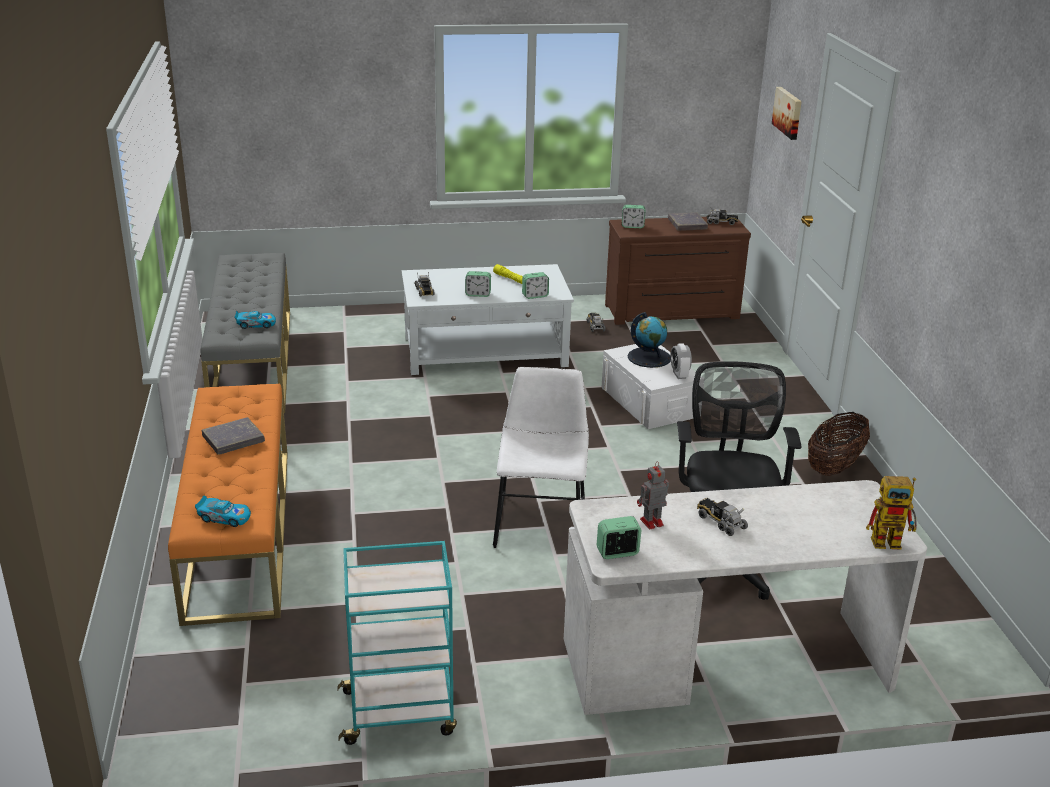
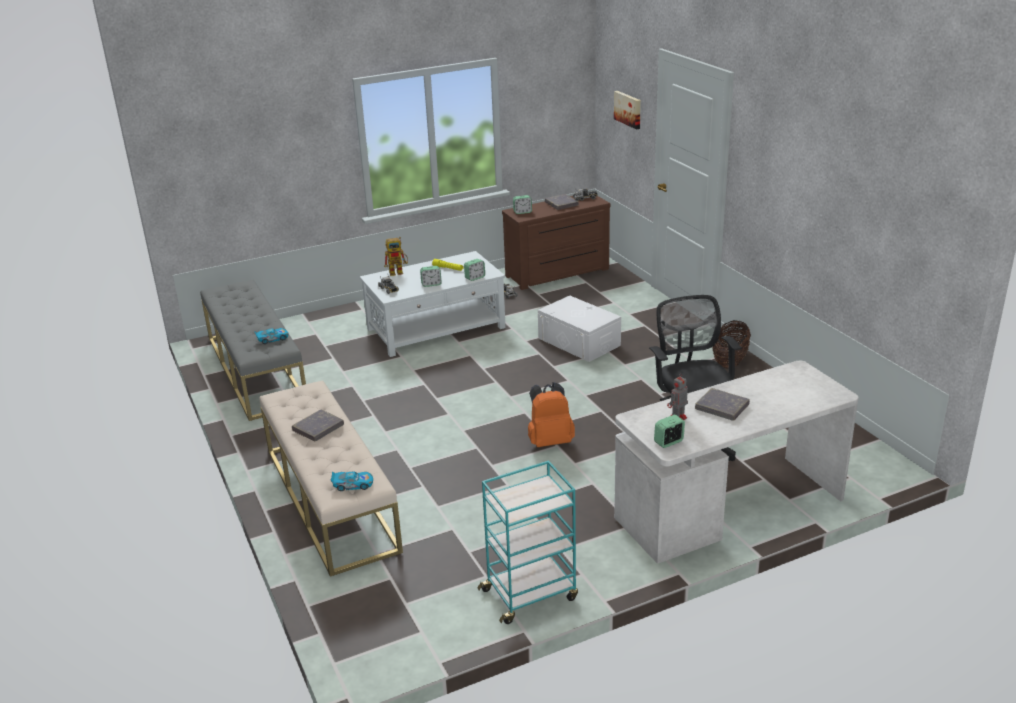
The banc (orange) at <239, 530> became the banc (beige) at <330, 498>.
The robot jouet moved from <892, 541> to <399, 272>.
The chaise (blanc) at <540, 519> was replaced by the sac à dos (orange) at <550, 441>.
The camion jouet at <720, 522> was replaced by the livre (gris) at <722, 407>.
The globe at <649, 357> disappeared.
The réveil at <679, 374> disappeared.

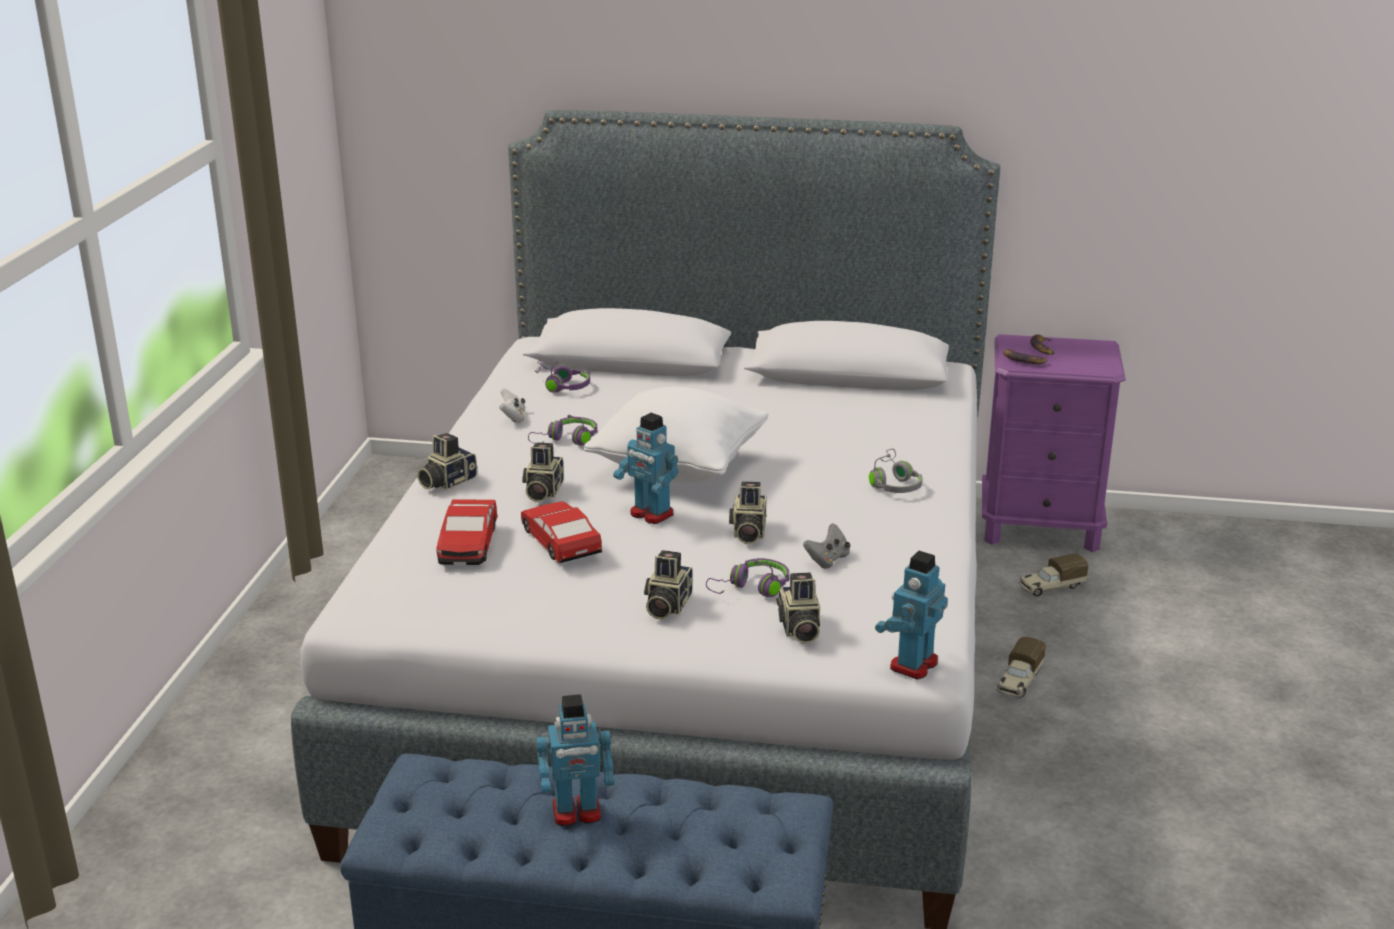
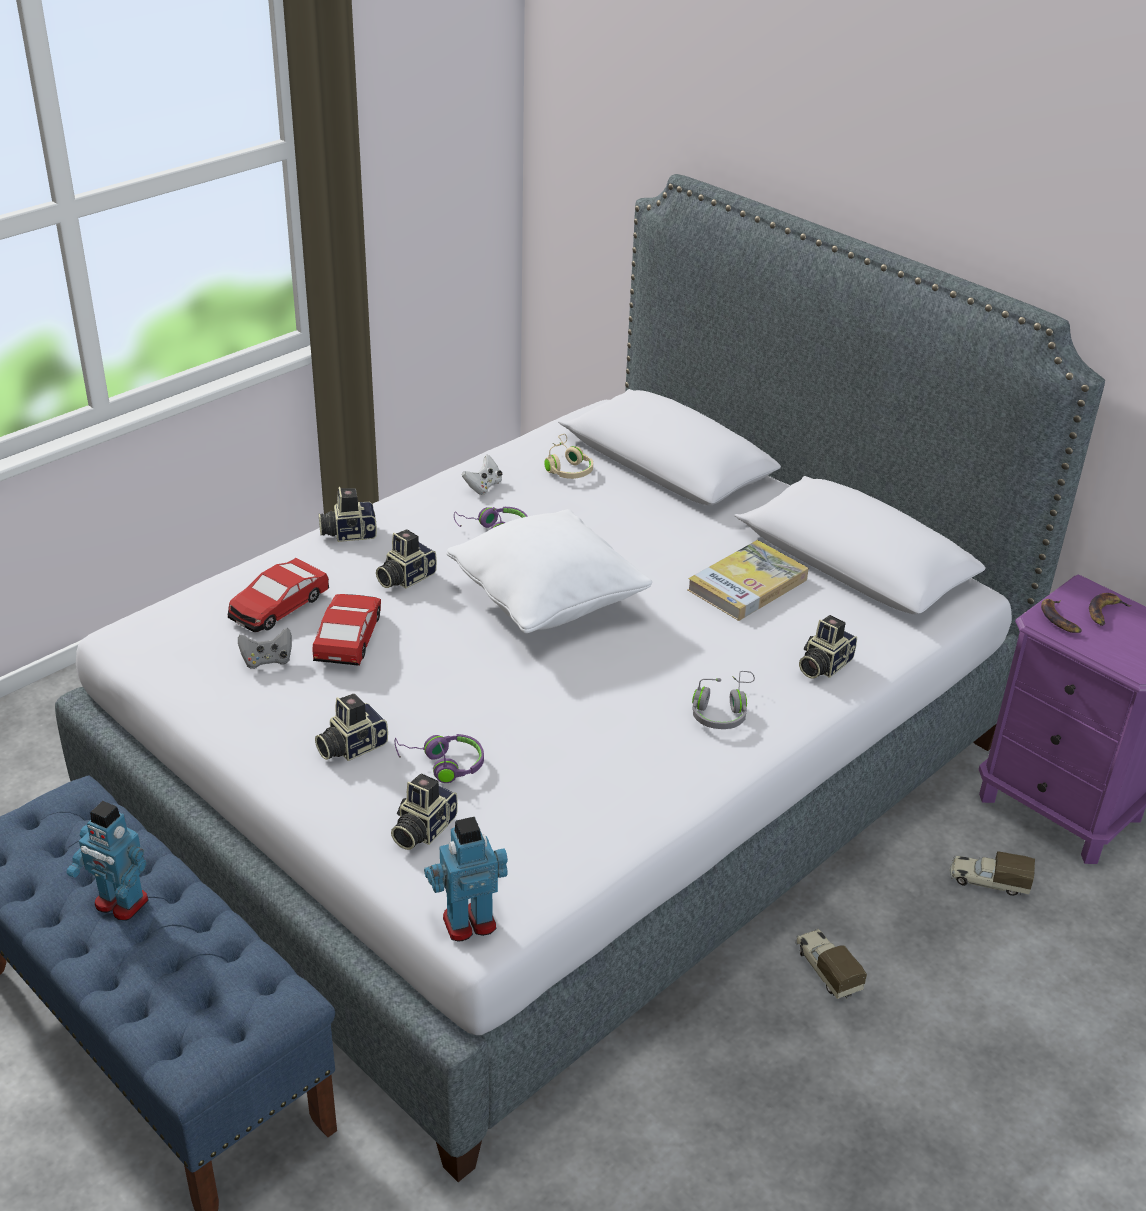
The manette (gris) moved from <827, 560> to <267, 660>.
The casque audio (violet) at <561, 385> became the casque audio (beige) at <566, 467>.
The livre at <747, 585> appeared.
The camion jouet at <1018, 682> turned 90 degrees clockwise.
The appareil photo moved from <747, 532> to <823, 665>.
The robot jouet at <651, 514> disappeared.

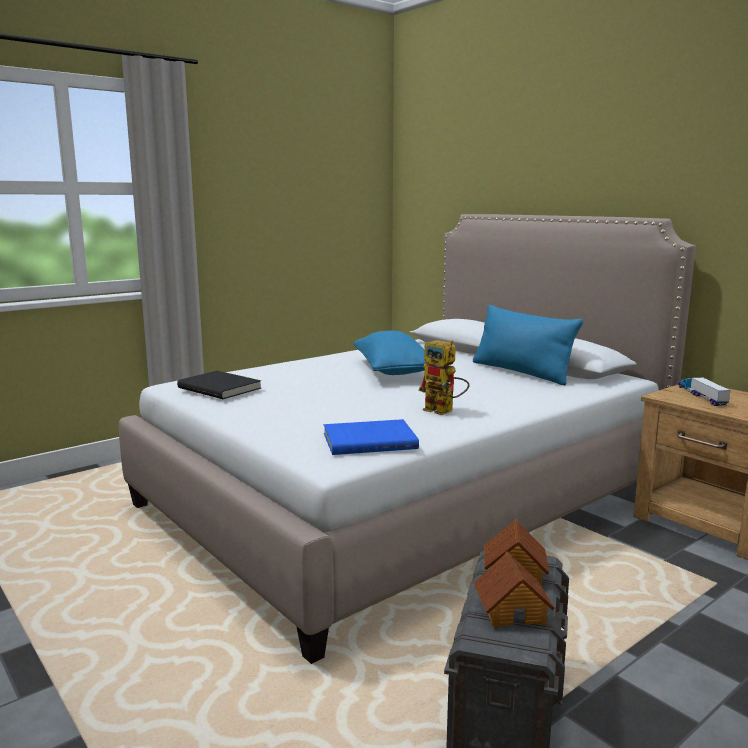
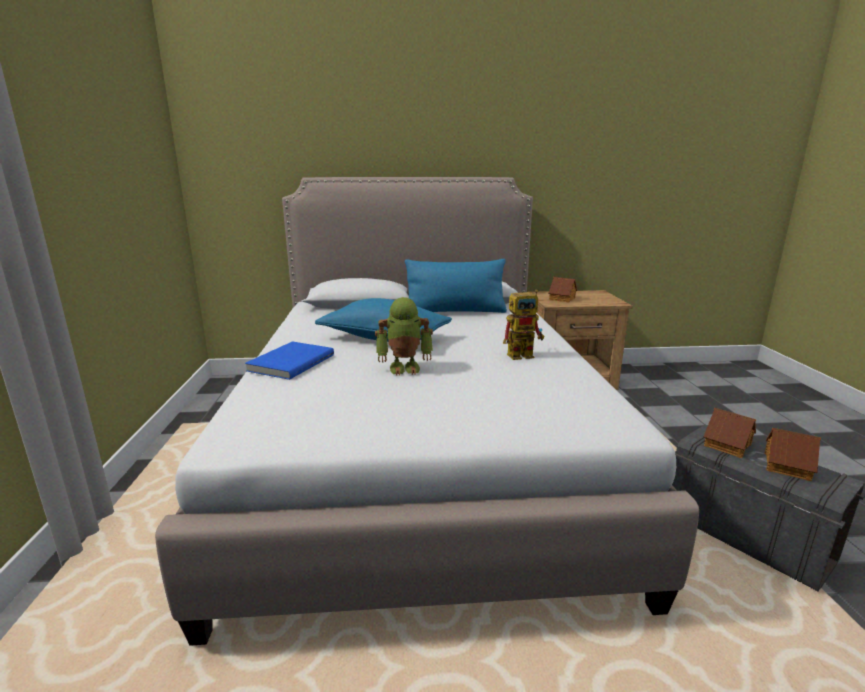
The livre (bleu) moved from <369, 440> to <290, 363>.
The robot jouet at <405, 367> appeared.
The camion jouet at <701, 396> was replaced by the maison miniature at <562, 299>.
The livre (noir) at <220, 387> disappeared.

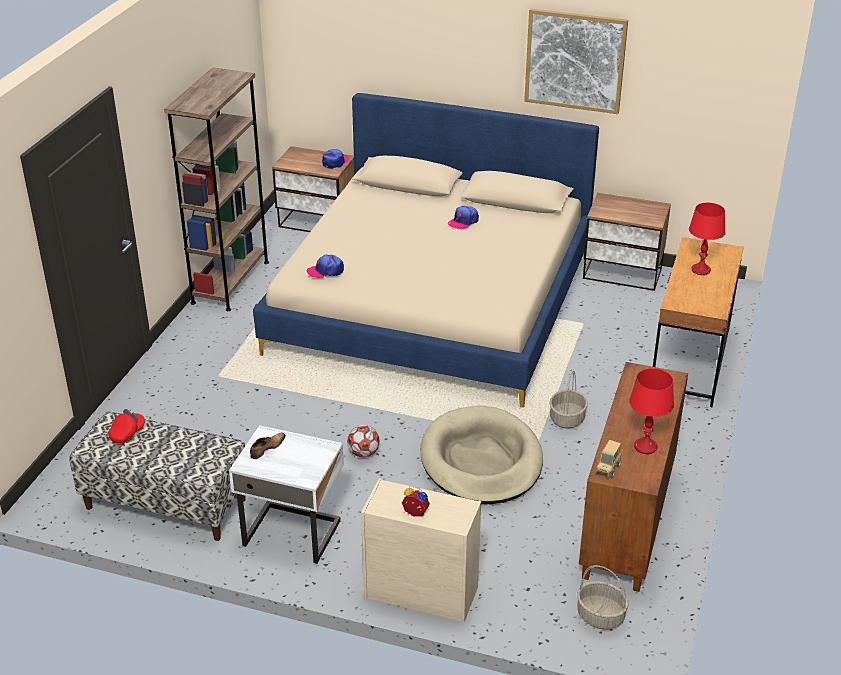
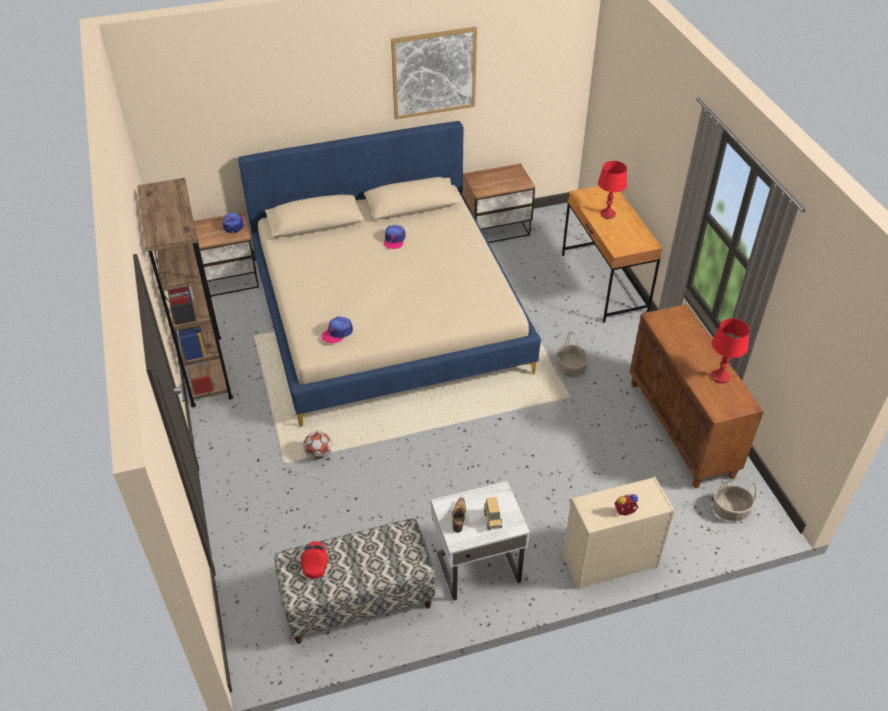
The ballon de foot moved from <363, 453> to <318, 454>.
The camion jouet moved from <608, 469> to <492, 520>.
The panier pour chien (beige) at <481, 460> disappeared.

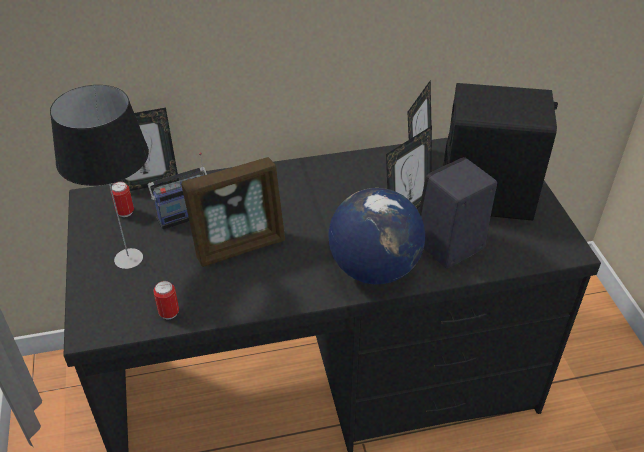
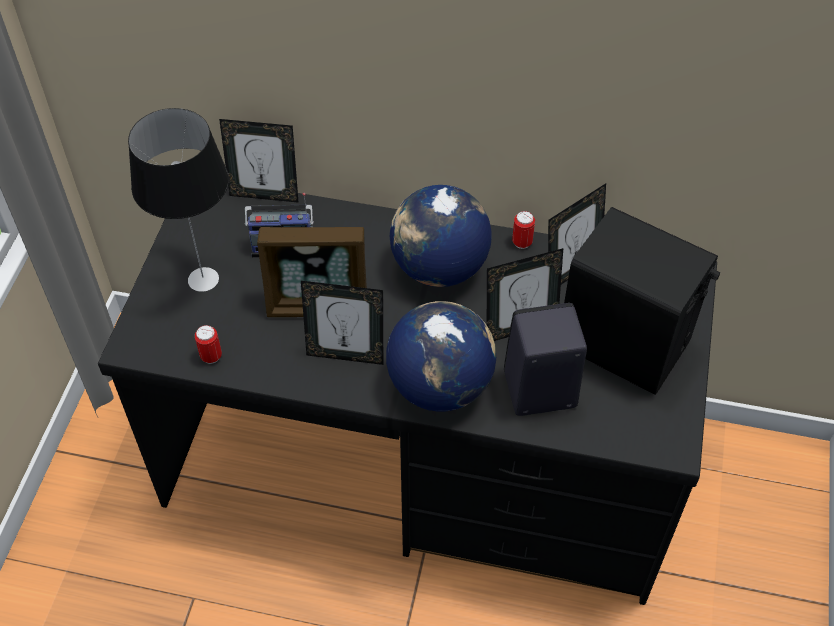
The cadre photo at <346, 354> appeared.
The globe at <439, 268> appeared.
The boîte métallique moved from <125, 212> to <522, 242>.

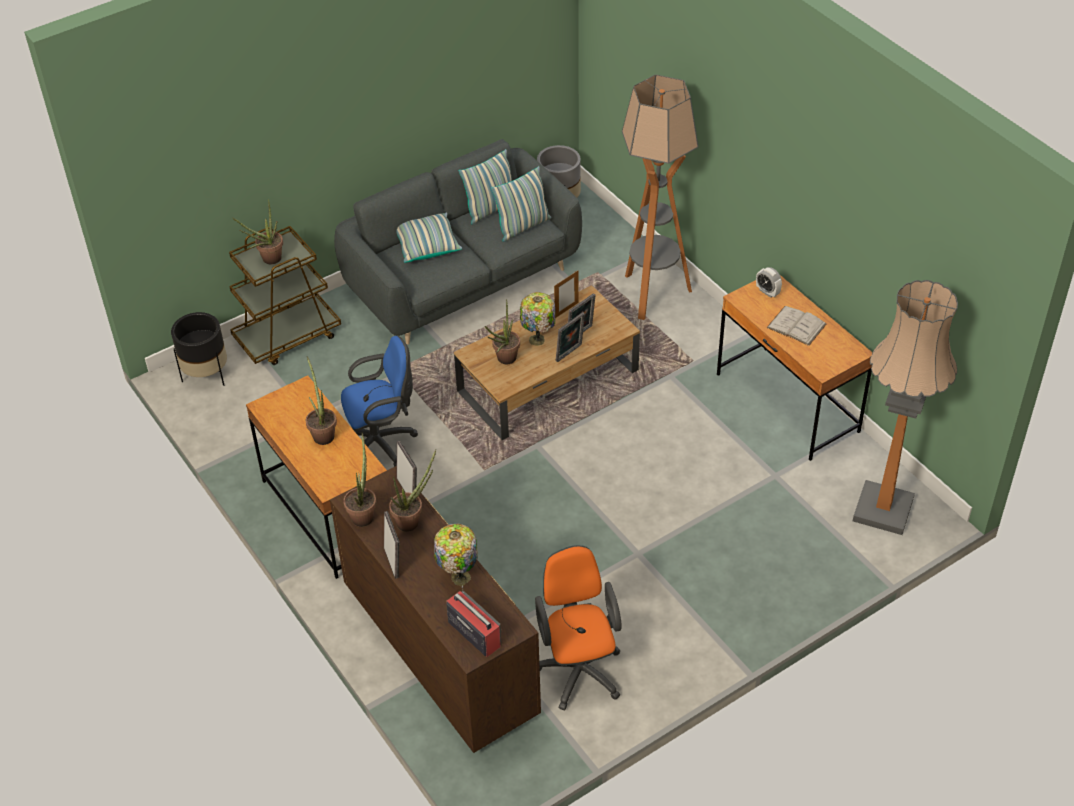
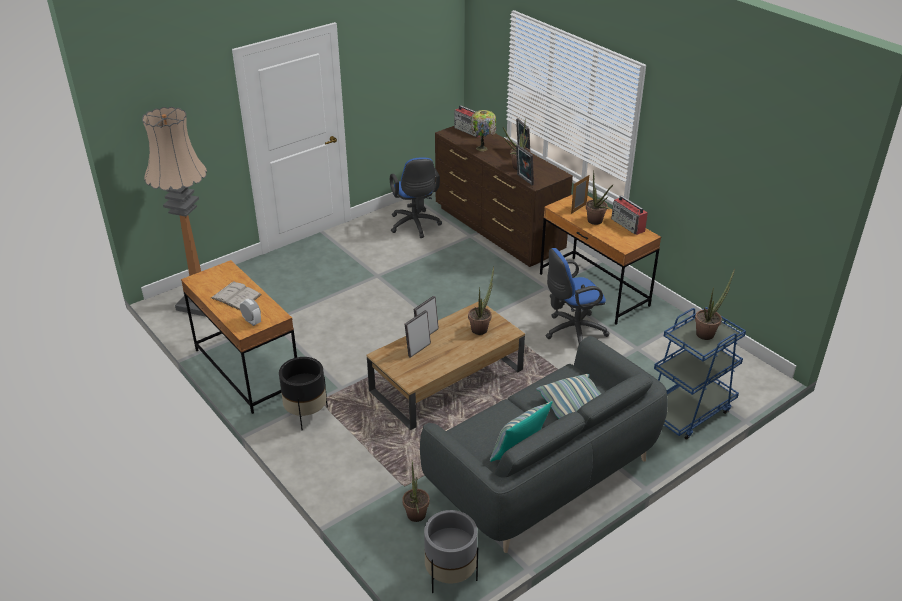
The cache-pot (noir) moved from <206, 375> to <306, 414>.
The chaise de bureau (orange) at <578, 668> became the chaise de bureau (bleu) at <415, 226>.
The plante en pot moved from <363, 513> to <415, 518>.
The cadre photo moved from <566, 310> to <578, 209>.
The radio at <628, 225> appeared.
The chariot (marron) at <288, 336> became the chariot (bleu) at <688, 411>.
The coussin at <523, 226> disappeared.
The lampe de table at <538, 340> disappeared.
The lampadaire at <653, 295> disappeared.

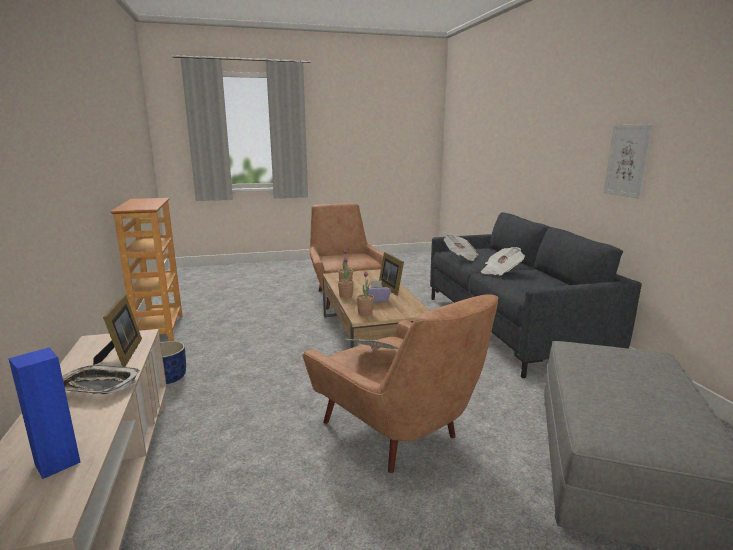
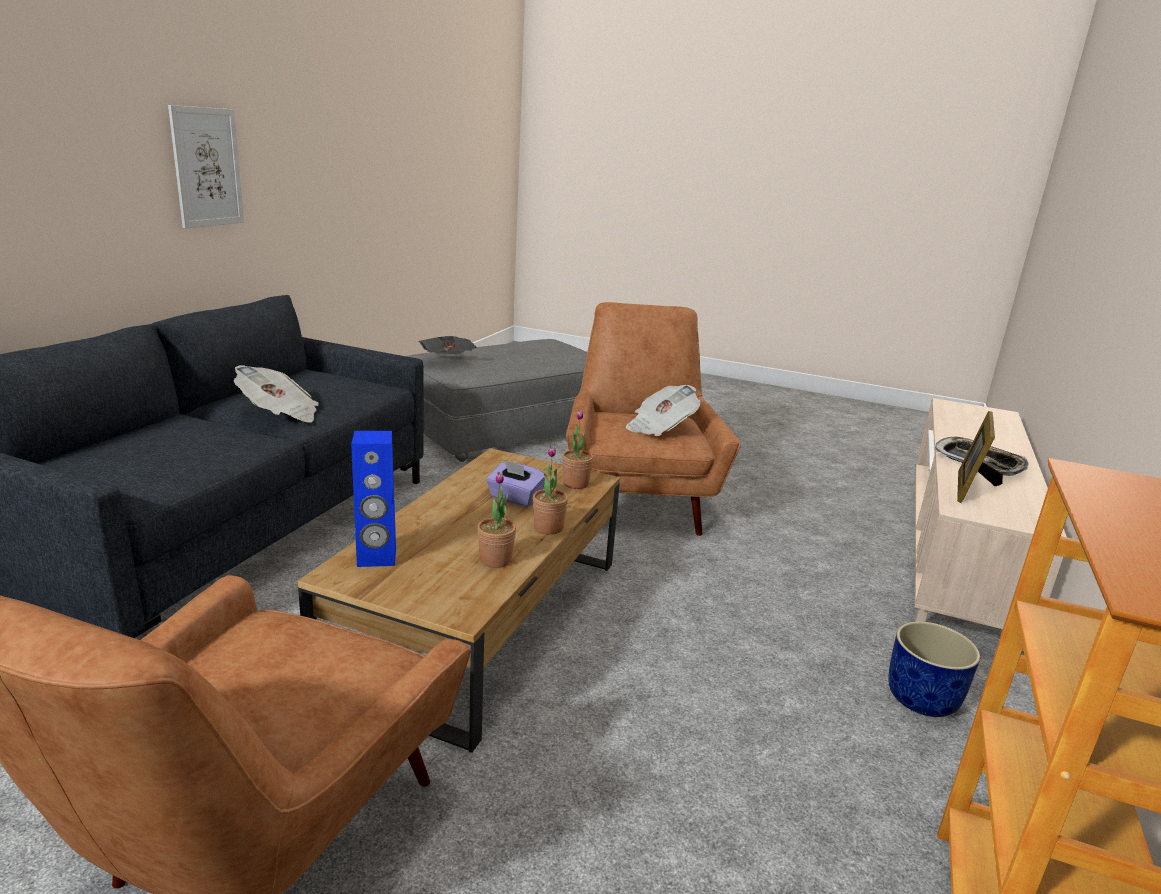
The enceinte (bleu) moved from <57, 463> to <376, 558>.
The journal moved from <460, 257> to <448, 361>.
The cadre photo at <392, 288> disappeared.

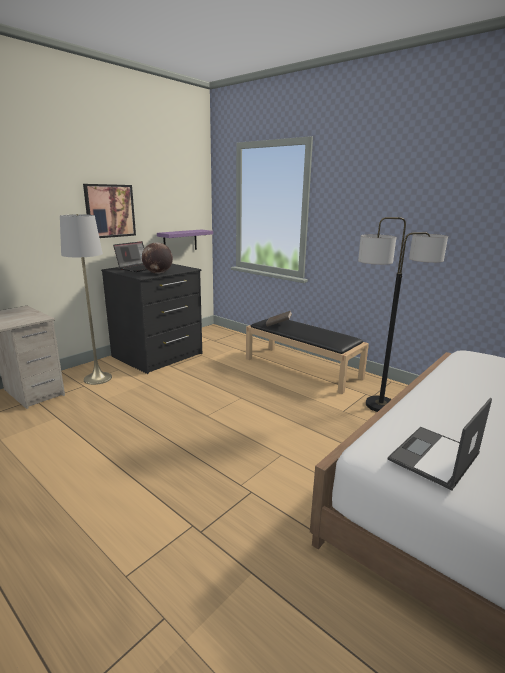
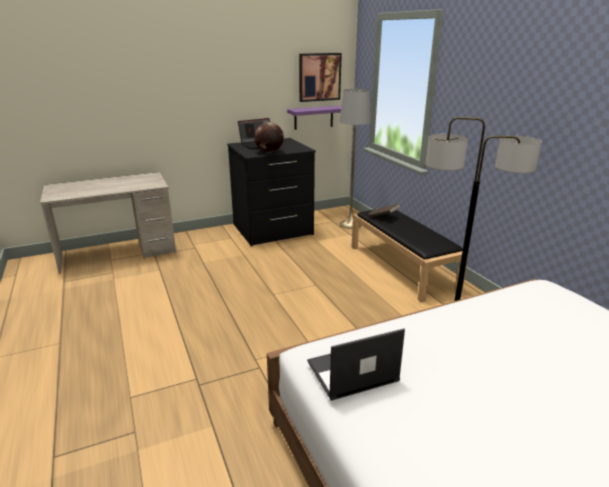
The tableau moved from <110, 211> to <319, 77>.
The lampadaire (gris) moved from <98, 378> to <350, 224>.

